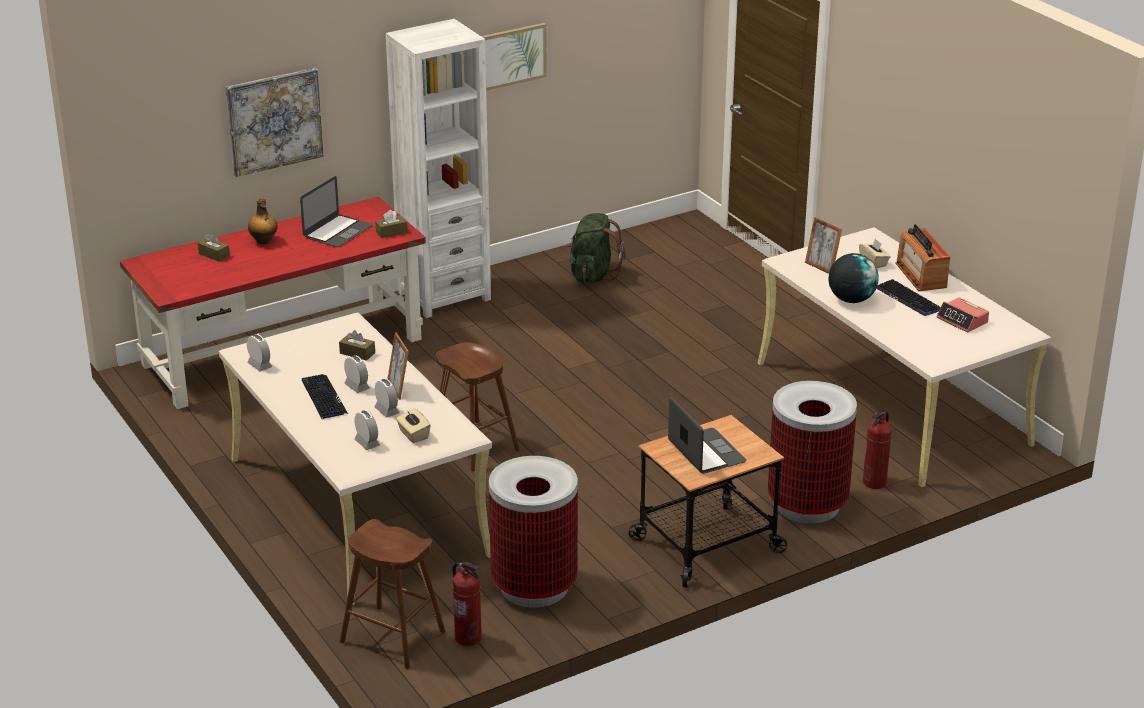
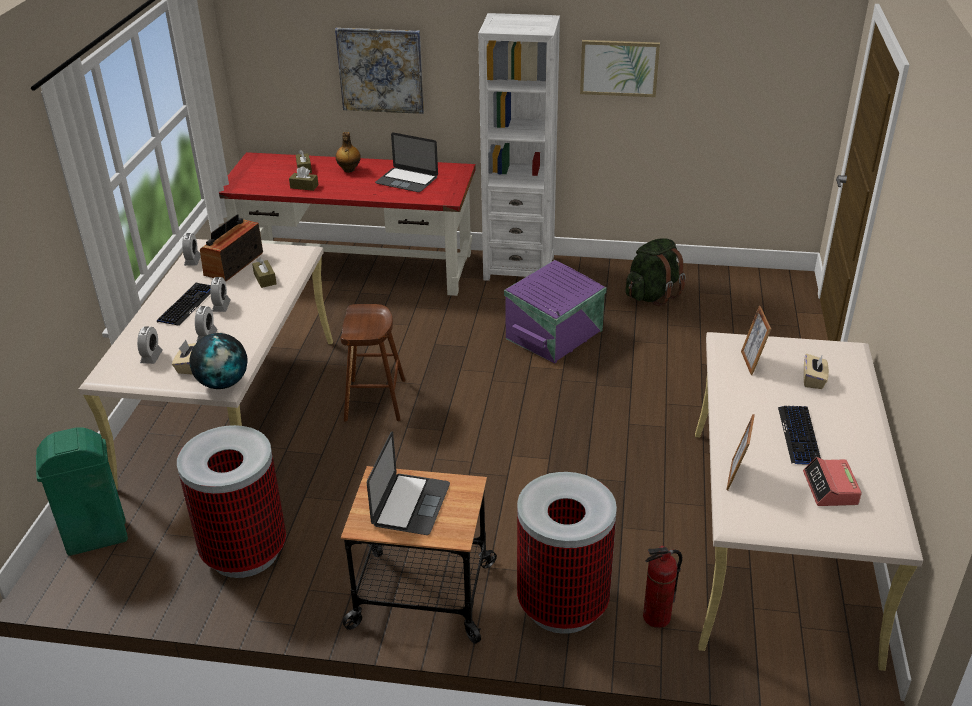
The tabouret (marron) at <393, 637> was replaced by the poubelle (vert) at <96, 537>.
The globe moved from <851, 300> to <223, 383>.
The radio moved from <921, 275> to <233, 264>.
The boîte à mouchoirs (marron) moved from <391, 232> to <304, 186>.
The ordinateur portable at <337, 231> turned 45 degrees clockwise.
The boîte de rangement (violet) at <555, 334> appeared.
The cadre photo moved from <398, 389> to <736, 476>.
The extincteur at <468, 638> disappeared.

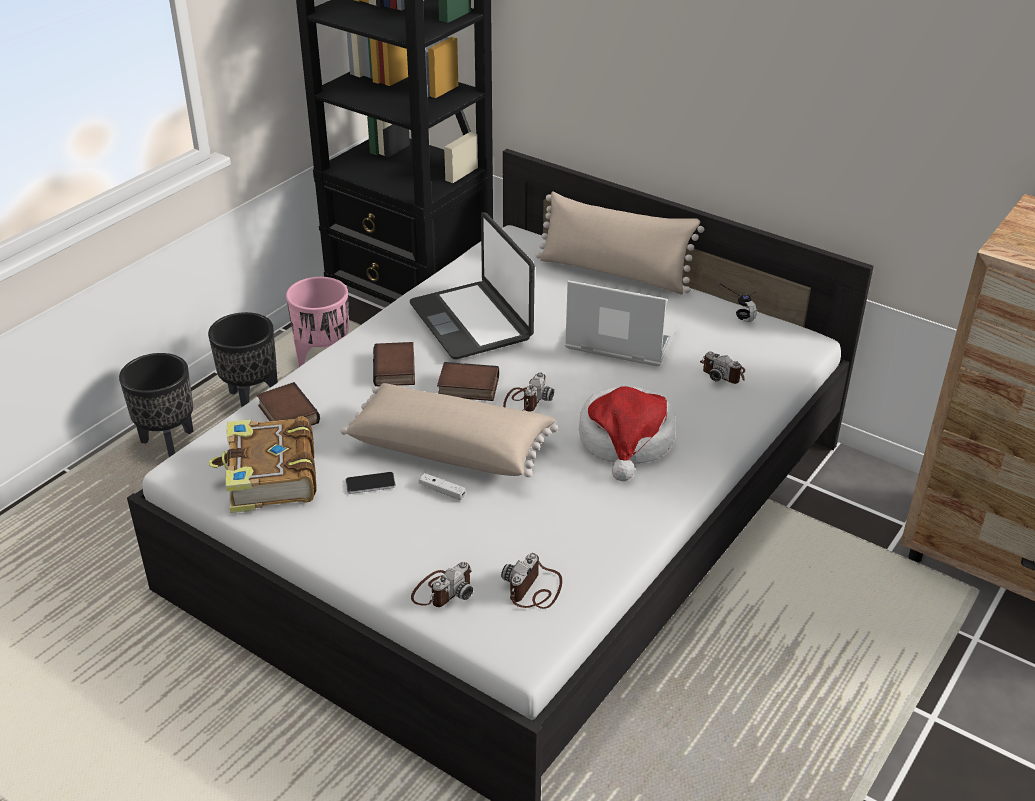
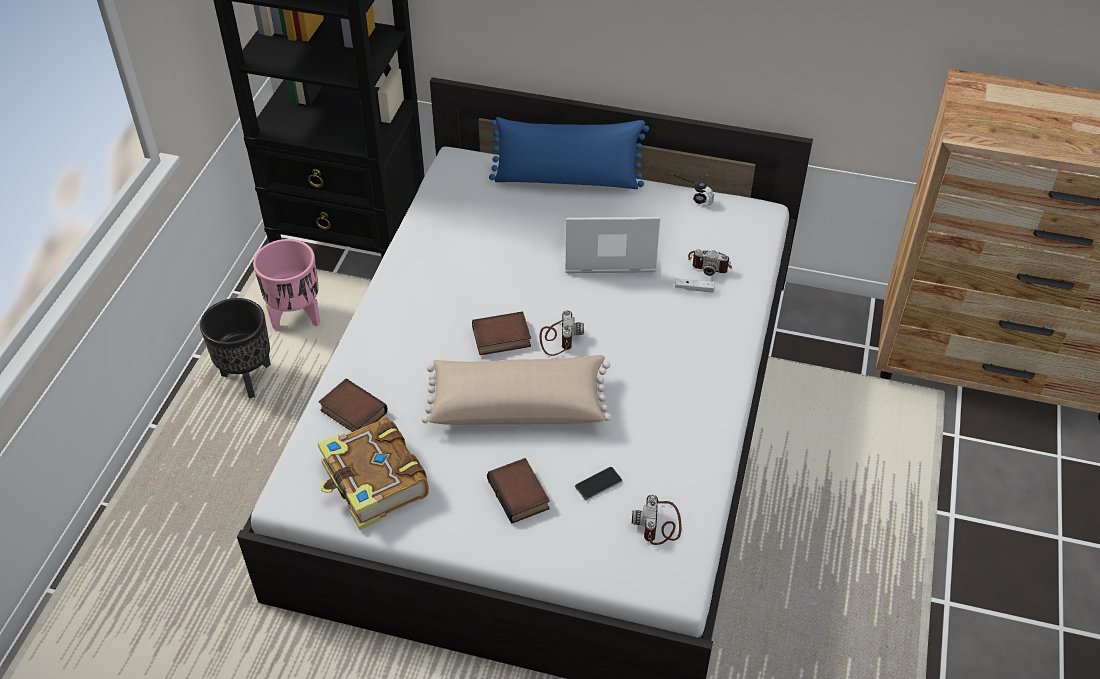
The livre moved from <396, 370> to <520, 494>.
The coussin (beige) at <614, 273> became the coussin (bleu) at <567, 180>.
The téléphone moved from <370, 483> to <598, 484>.
The manette (blanc) moved from <442, 491> to <694, 288>.
The cache-pot (noir) at <168, 445> disappeared.
The ordinateur portable at <472, 321> disappeared.
The appareil photo at <442, 590> disappeared.
The chapeau at <626, 441> disappeared.

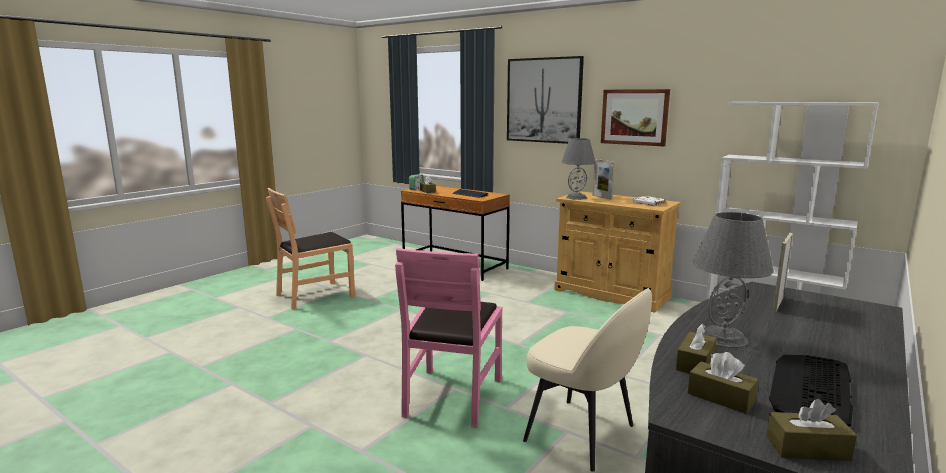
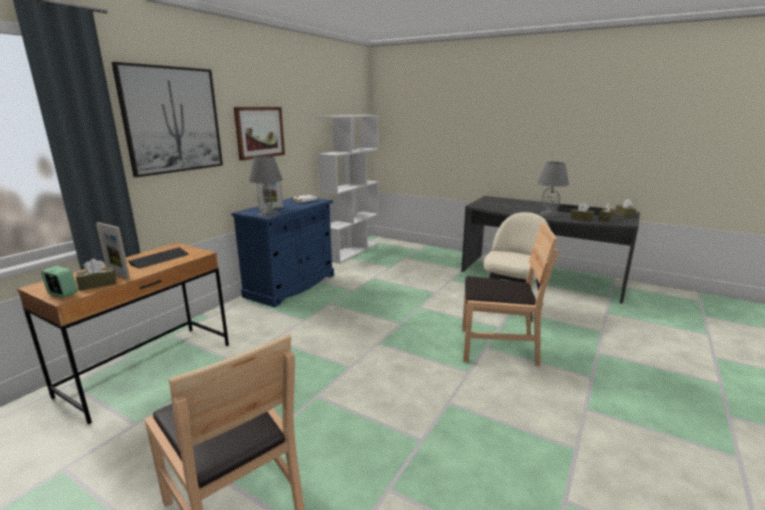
The cadre photo moved from <778, 304> to <118, 274>.
The meuble de rangement (beige) at <611, 293> became the meuble de rangement (bleu) at <291, 286>.
The chaise (rose) at <452, 396> became the chaise (marron) at <497, 347>.

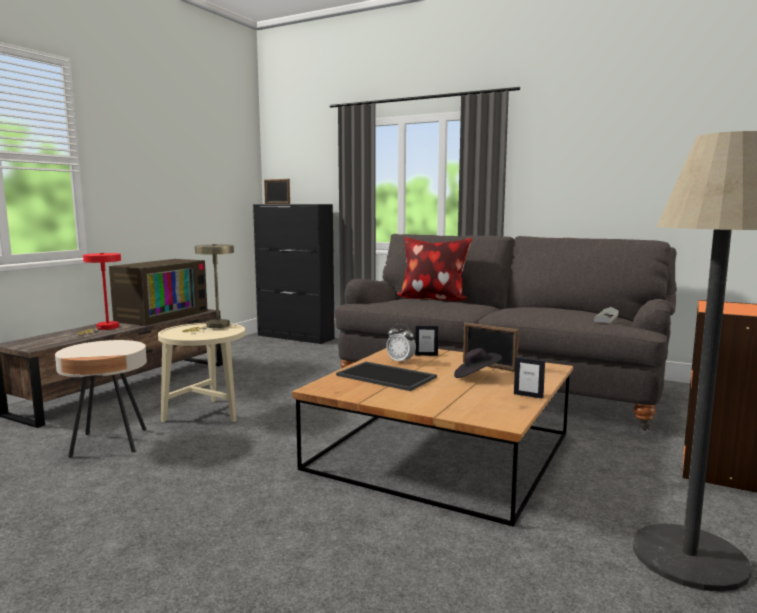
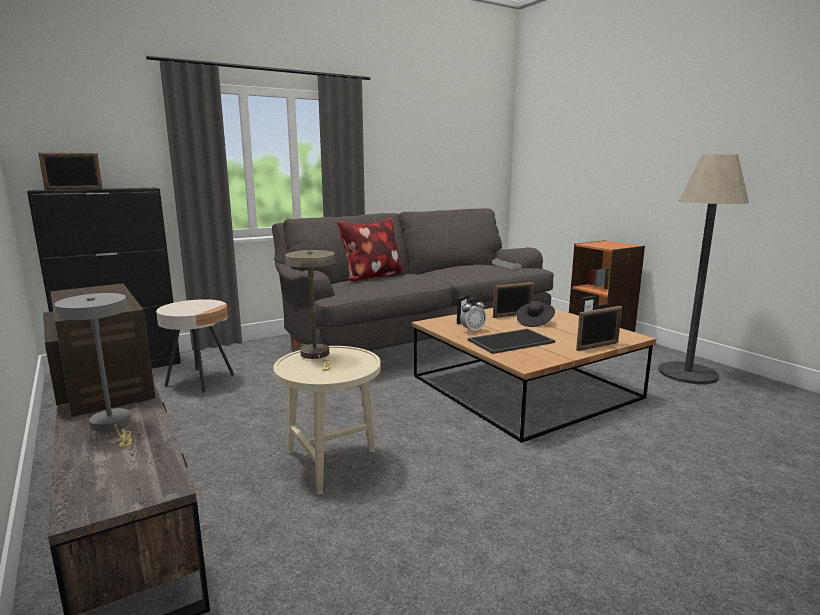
The lampe de table (rouge) at <105, 328> became the lampe de table (gris) at <113, 425>.
The table d'appoint (beige) moved from <109, 443> to <200, 380>.
The cadre photo at <597, 346> appeared.

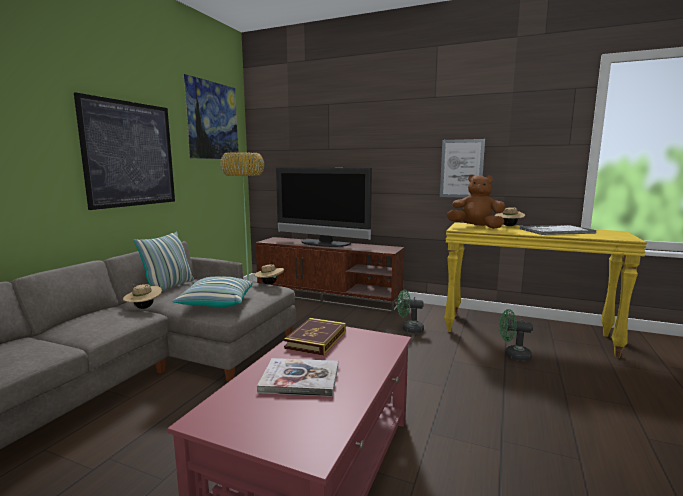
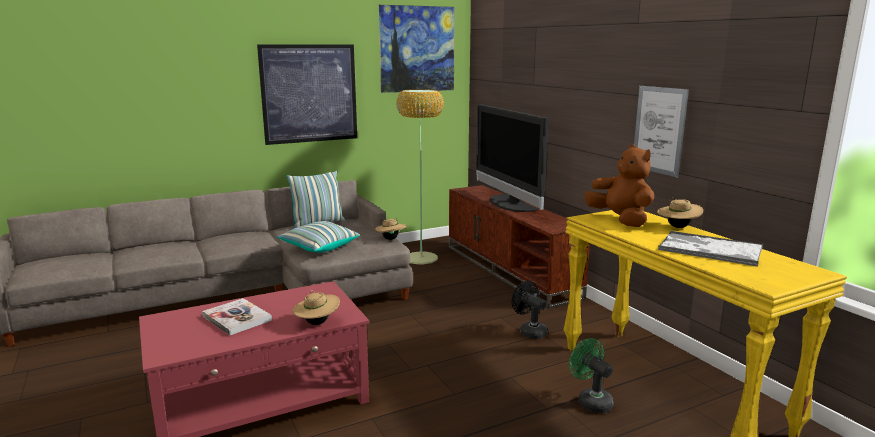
The chapeau (beige) moved from <143, 308> to <317, 323>.
The ventilateur (vert) at <409, 329> became the ventilateur (noir) at <529, 331>.
The livre at <316, 339> disappeared.

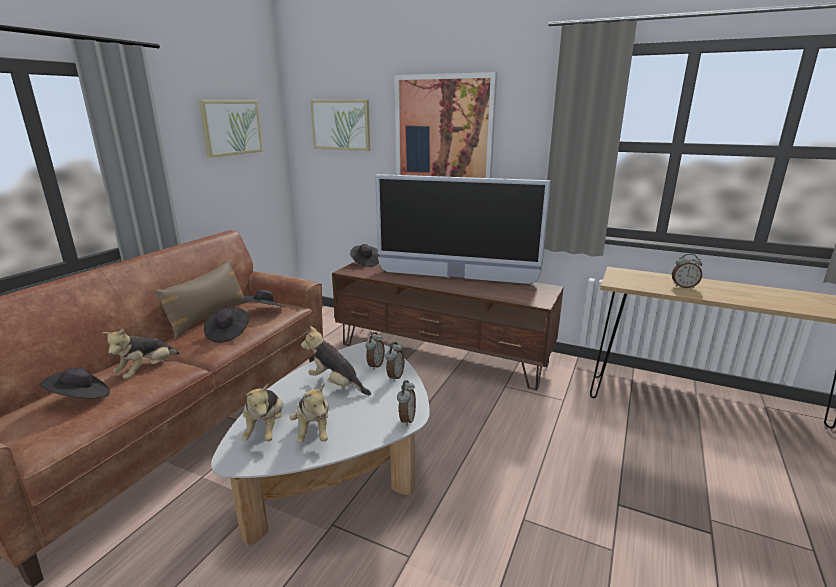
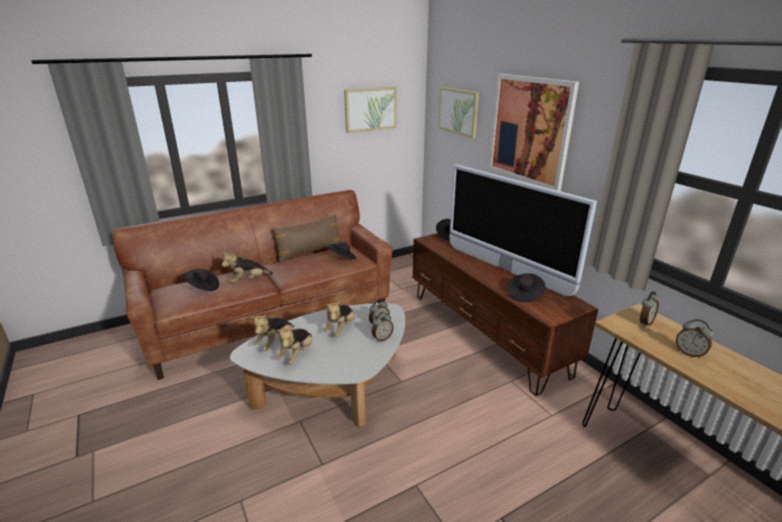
The peluche at <336, 384> turned 135 degrees counterclockwise.
The chapeau (noir) moved from <228, 333> to <525, 294>.
The réveil moved from <406, 419> to <645, 322>.

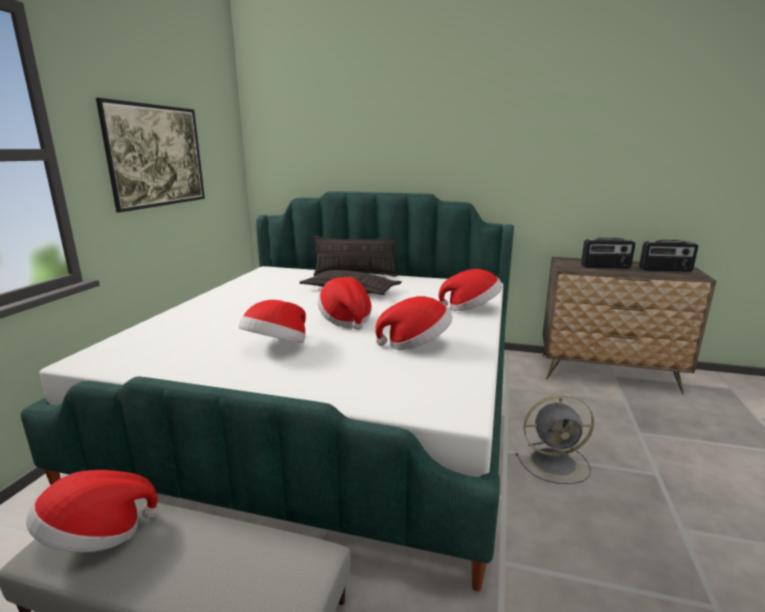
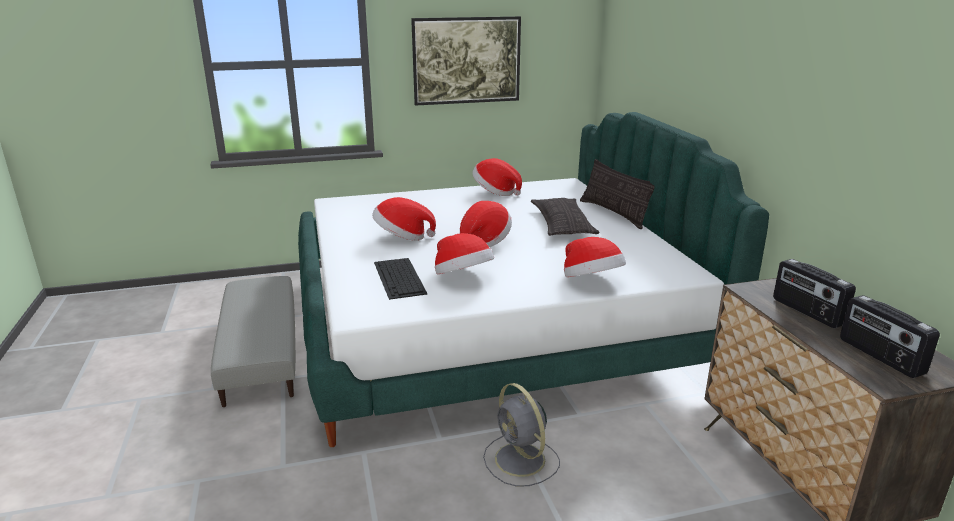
The clavier at <400, 278> appeared.
The chapeau moved from <97, 536> to <495, 192>.

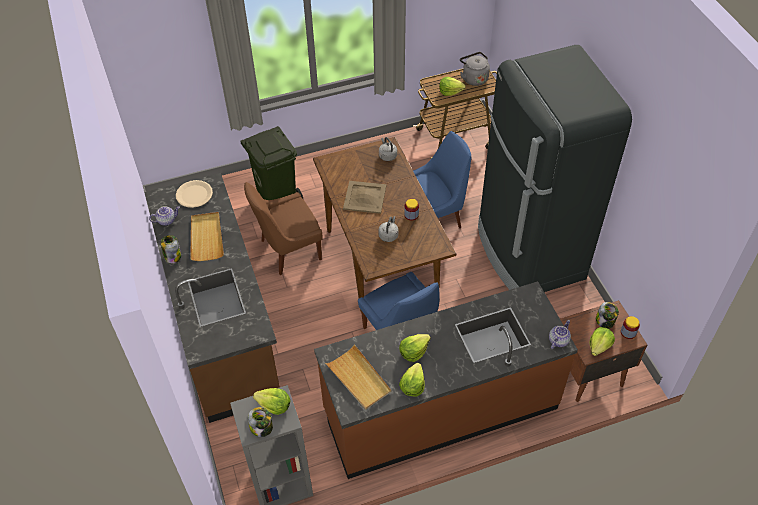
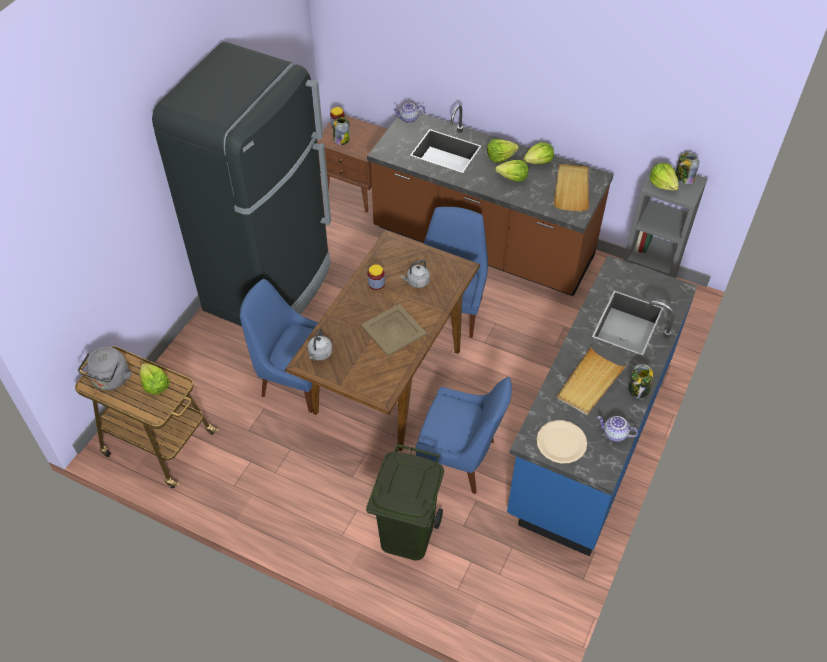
The chaise (marron) at <288, 250> became the chaise (bleu) at <460, 460>.
The laitue moved from <599, 346> to <500, 156>.
The comptoir de cuisine (marron) at <223, 324> became the comptoir de cuisine (bleu) at <590, 436>.

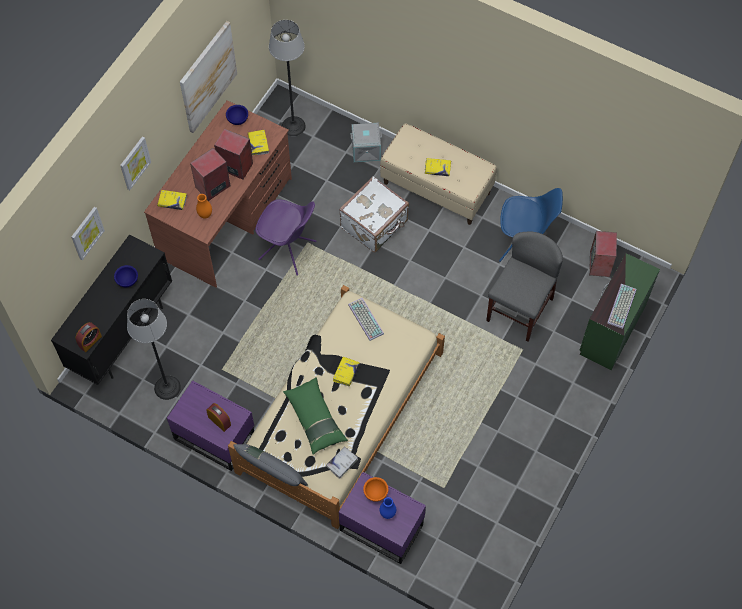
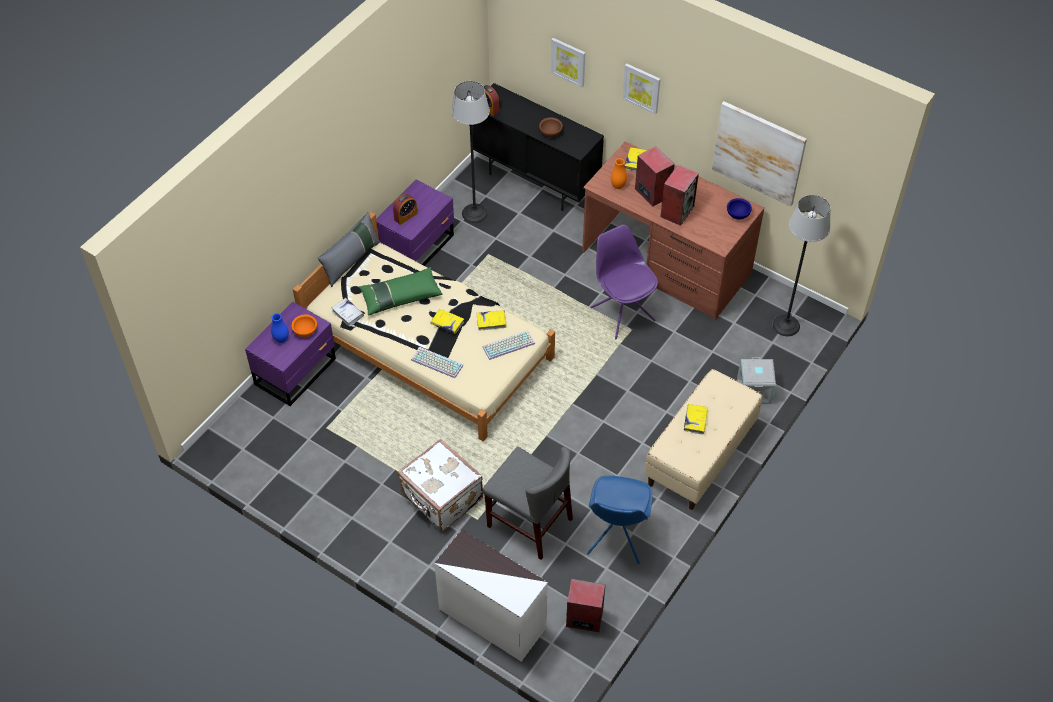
The valise (blanc) moved from <375, 225> to <441, 498>.
The clavier moved from <622, 307> to <436, 363>.
The commode (vert) at <611, 330> became the commode (blanc) at <492, 617>.
The livre (jaune) moved from <258, 144> to <491, 322>.
The bol (bleu) at <127, 280> became the bol (marron) at <551, 133>.
The chaise (violet) at <288, 251> turned 120 degrees clockwise.

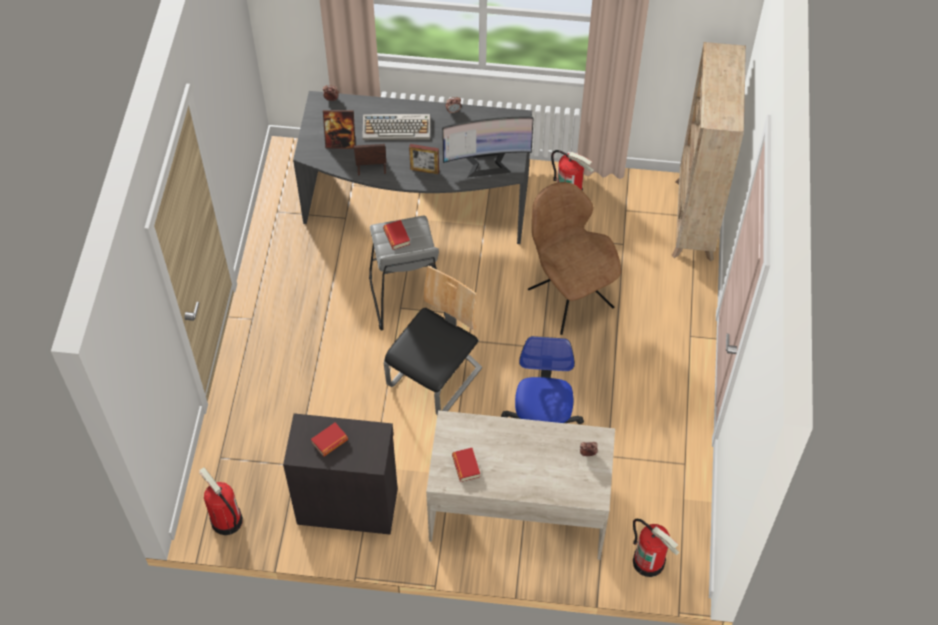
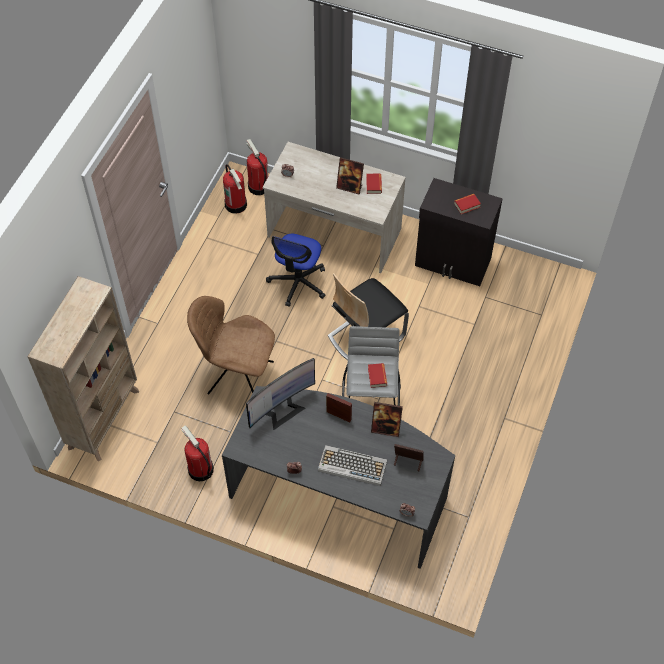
The chaise (marron) at <569, 296> turned 120 degrees clockwise.
The extincteur moved from <226, 520> to <236, 204>.
The écran d'ordinateur at <487, 163> turned 135 degrees clockwise.
The cadre photo at <349, 187> appeared.

